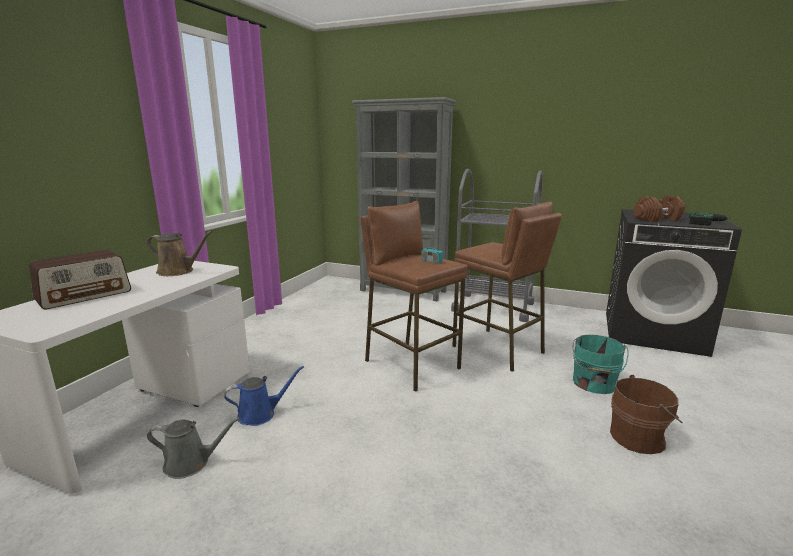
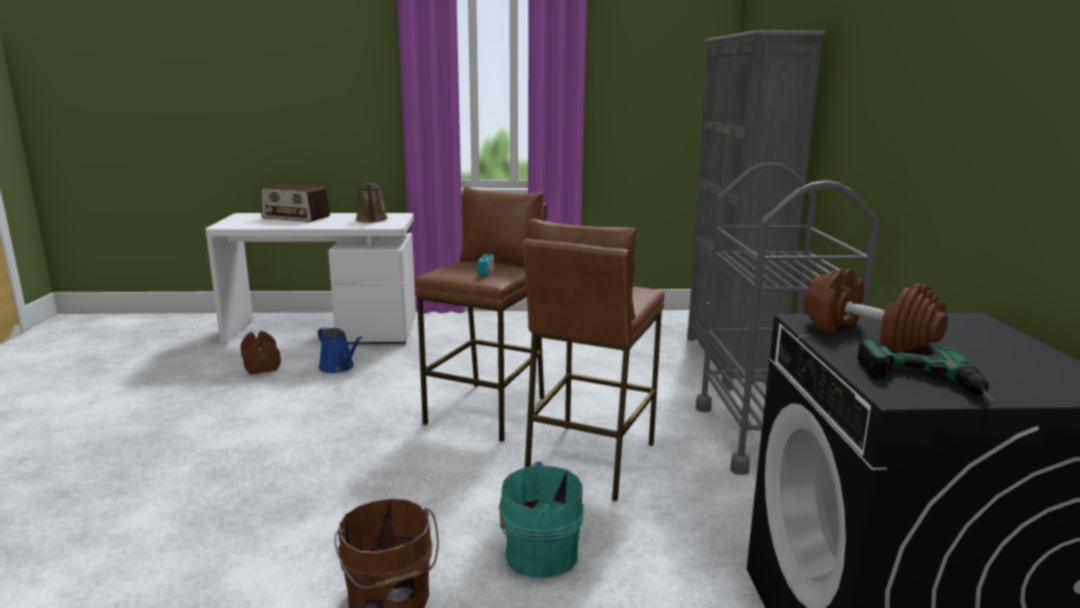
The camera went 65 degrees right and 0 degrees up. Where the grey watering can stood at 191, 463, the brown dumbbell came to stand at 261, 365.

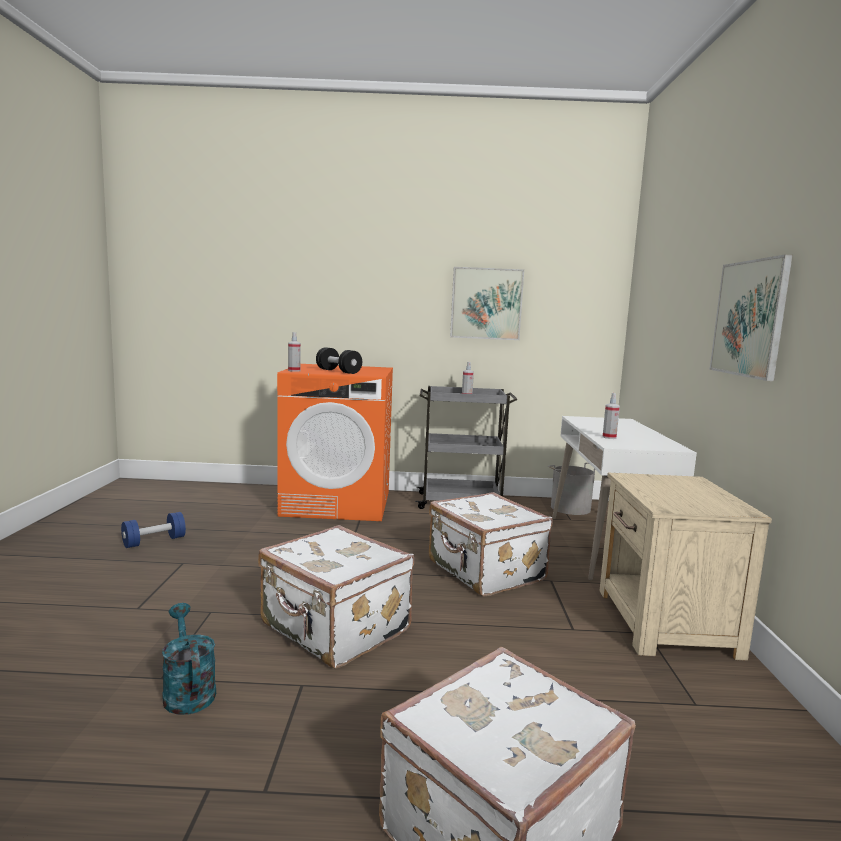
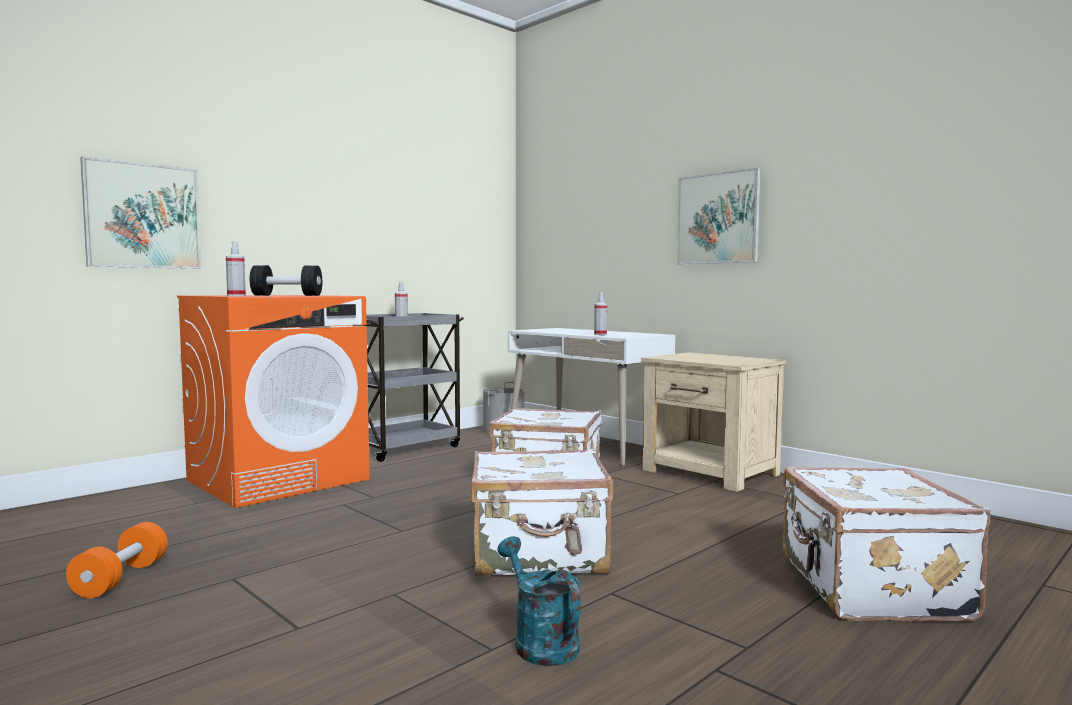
The camera went 45 degrees left and 5 degrees down. What was the blue dumbbell at 154, 541 turned into the orange dumbbell at 121, 578. The picture ended up elsewhere, having gone from 486, 303 to 143, 216. The turquoise watering can at 187, 691 ended up facing another way, 45 degrees clockwise from before.

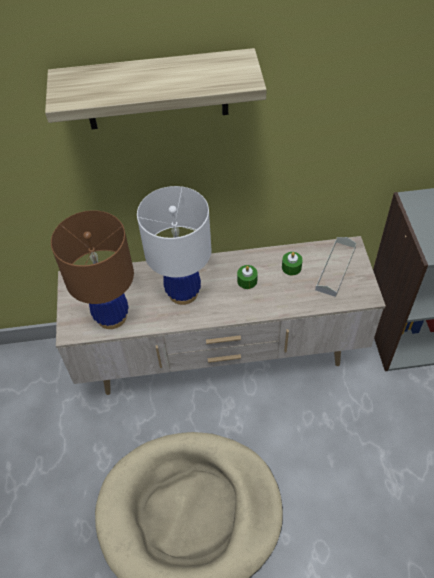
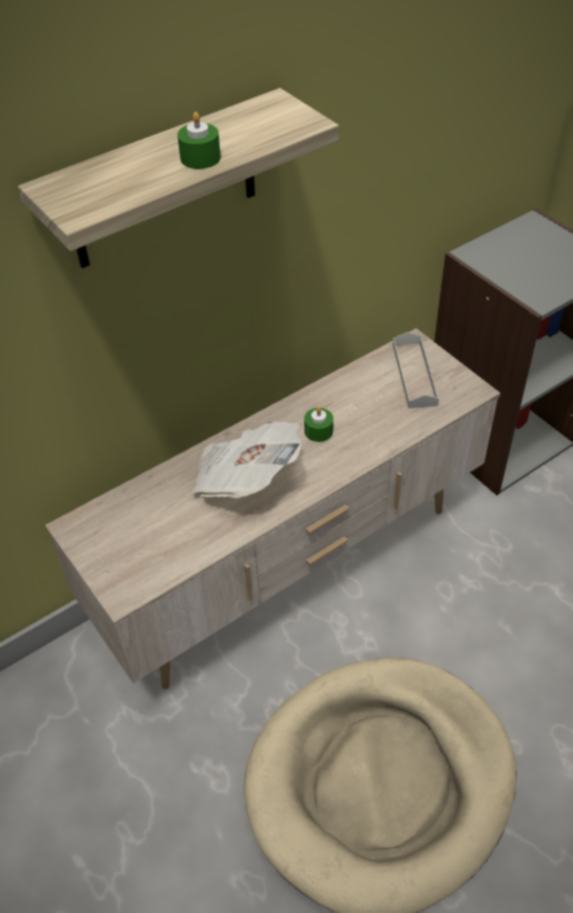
The camera went 30 degrees left and 5 degrees down. The green candle ended up elsewhere, having gone from 291, 267 to 200, 158. Where the white table lamp stood at 183, 292, the newspaper came to stand at 245, 478. The second view lost the brown table lamp at 112, 316.

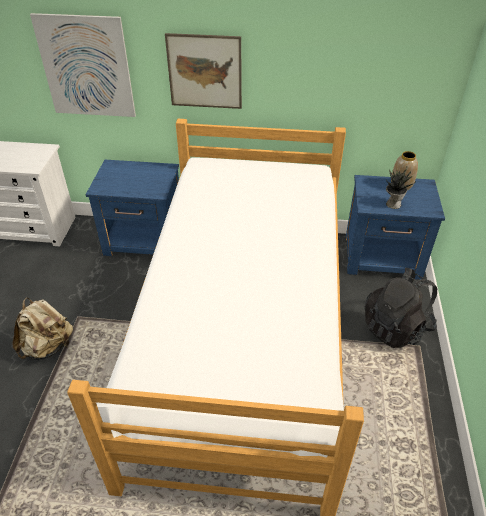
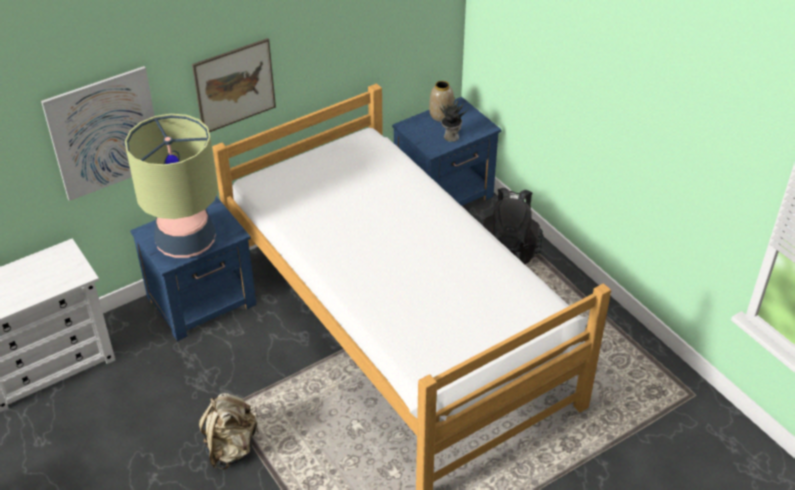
The camera went 40 degrees left and 0 degrees up. The second view gained the table lamp at 186, 241.

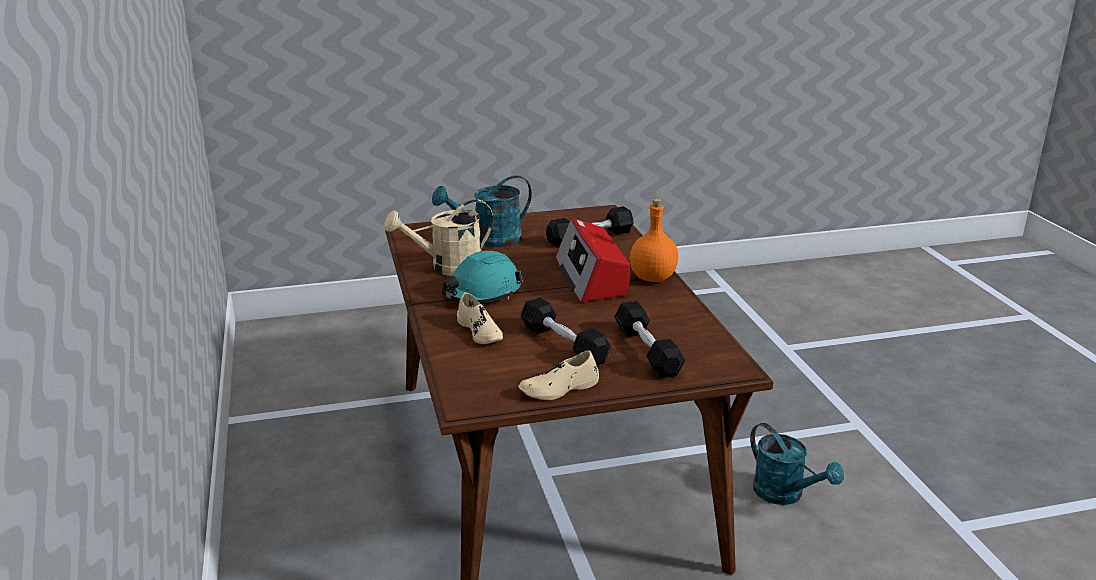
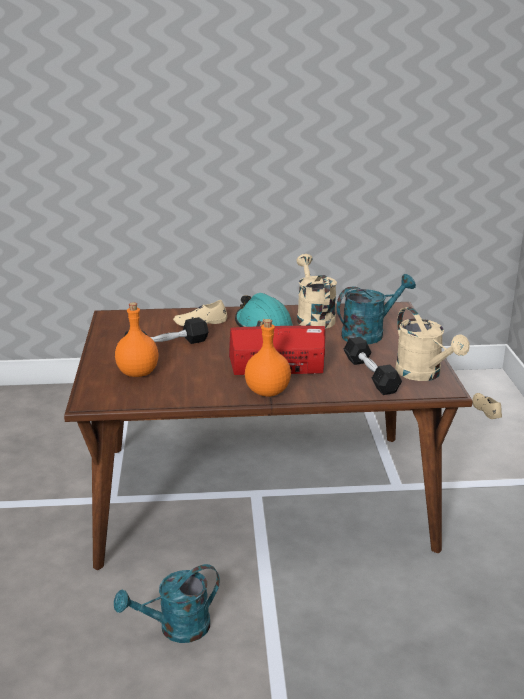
The camera went 100 degrees right and 0 degrees up. Where the black dumbbell stood at 647, 351, the orange bottle came to stand at 138, 372. The turquoise watering can at 489, 240 ended up facing another way, 75 degrees clockwise from before. The second view gained the beige watering can at 424, 374. The beige shoe ended up elsewhere, having gone from 559, 388 to 486, 409.

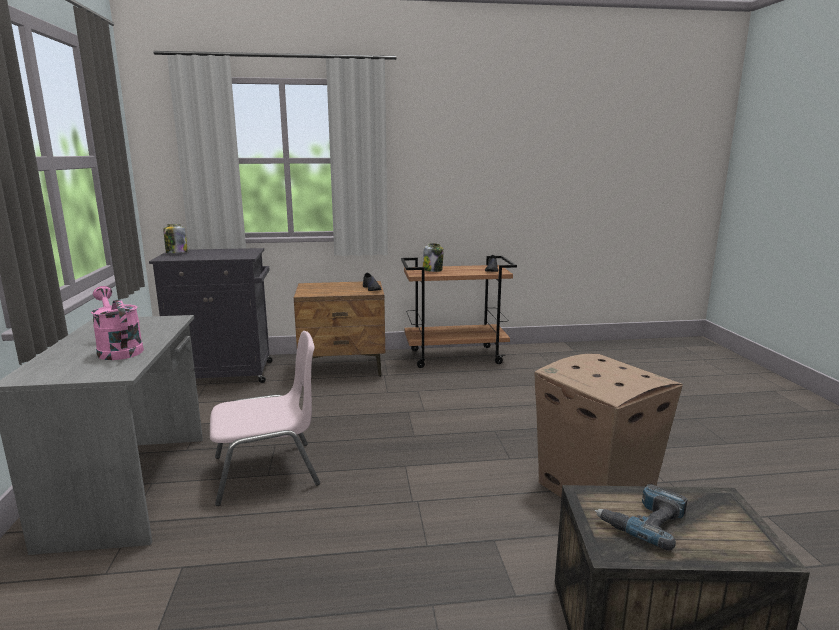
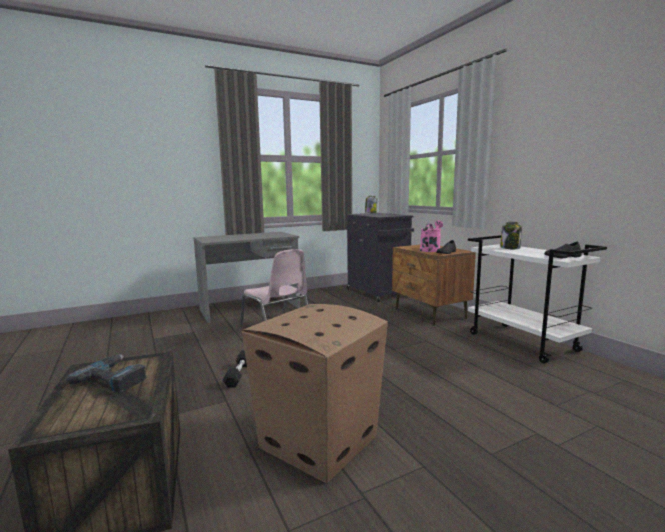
The camera went 70 degrees right and 5 degrees down. The second view gained the black dumbbell at 239, 374. The pink watering can ended up elsewhere, having gone from 118, 350 to 431, 249. What was the brown cart at 456, 356 turned into the white cart at 523, 342.

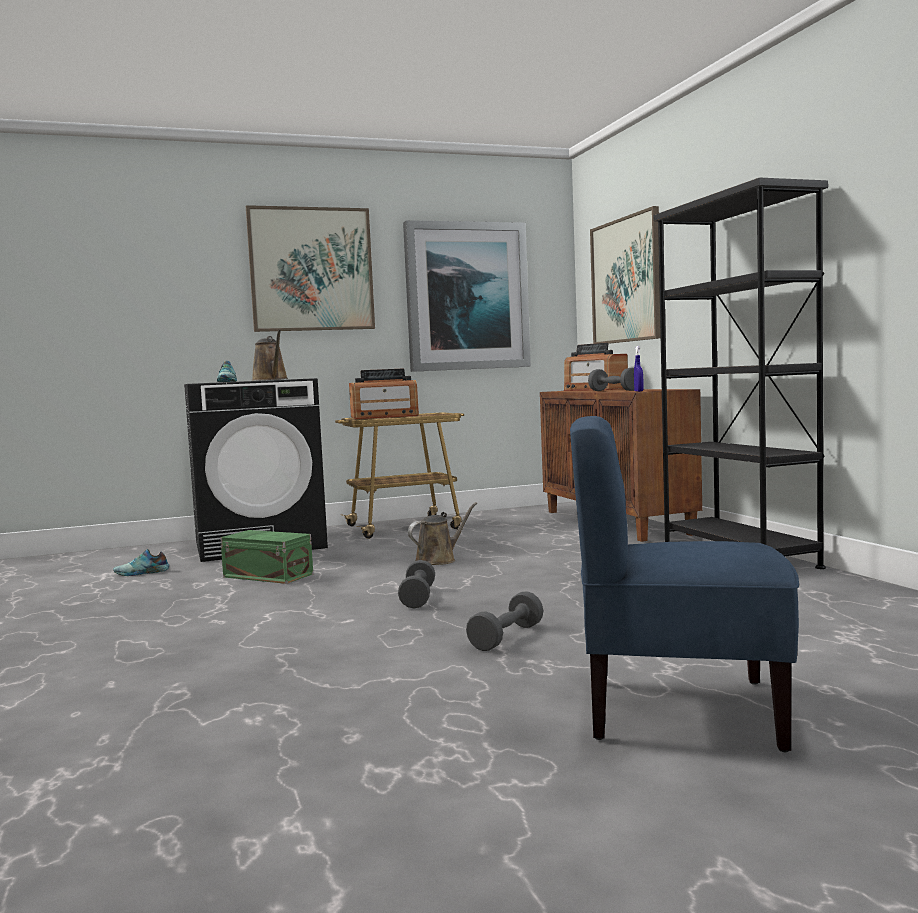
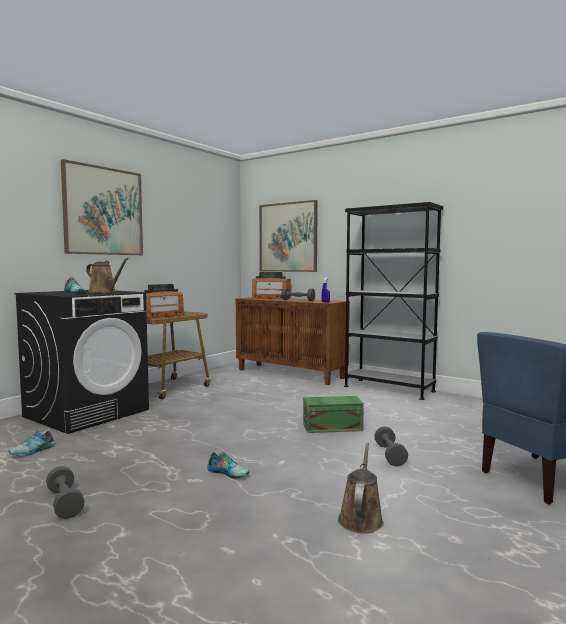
The camera went 35 degrees left and 0 degrees up. The grey dumbbell ended up elsewhere, having gone from 418, 598 to 64, 503. The second view gained the shoe at 228, 472. The green storage box ended up elsewhere, having gone from 268, 575 to 331, 427. The brown watering can ended up elsewhere, having gone from 439, 560 to 361, 518. The second view lost the picture at 466, 296.

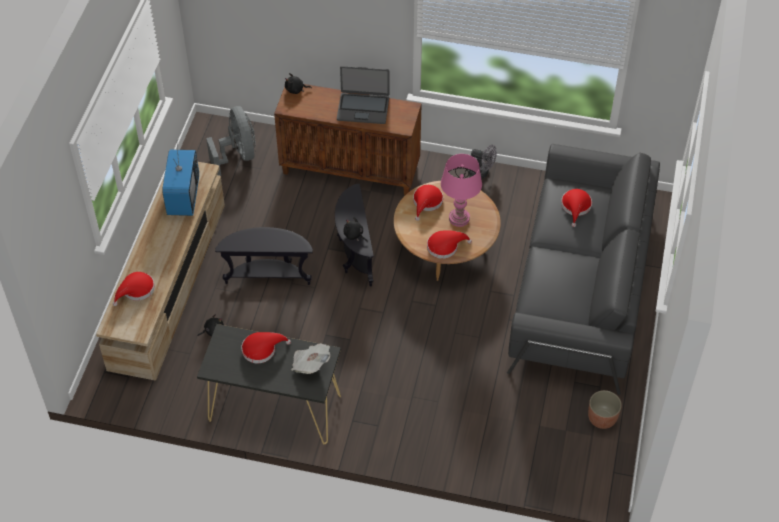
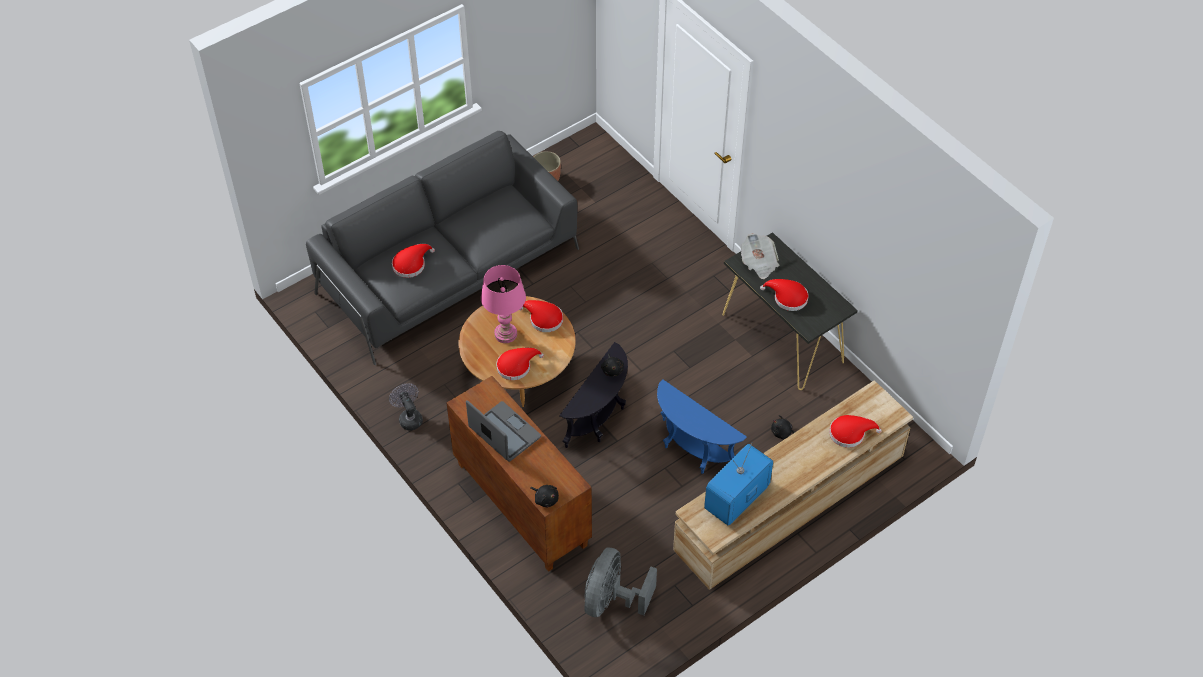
The camera went 140 degrees left and 0 degrees up. What was the black side table at 268, 275 turned into the blue side table at 692, 451.

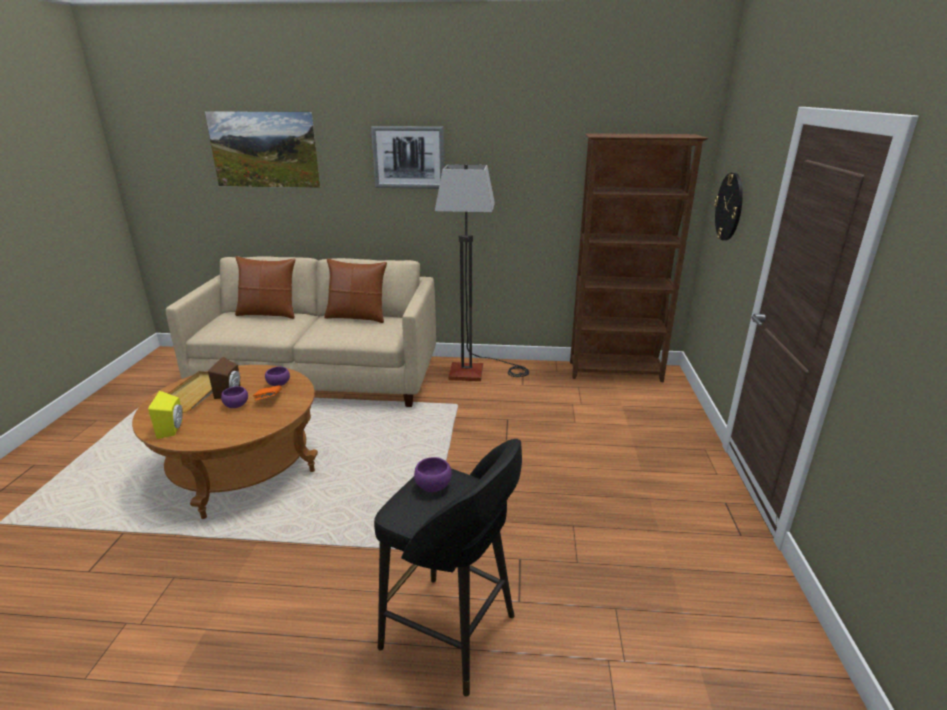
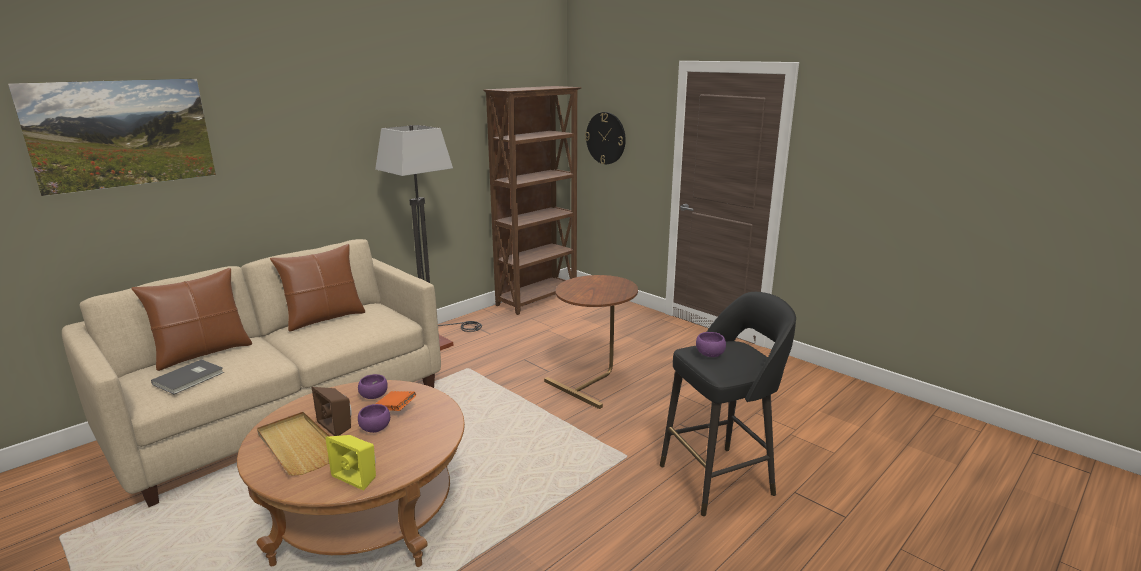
The camera went 50 degrees left and 5 degrees down. The second view gained the grey book at 190, 378. The second view gained the brown side table at 594, 382. The second view lost the picture at 408, 157.

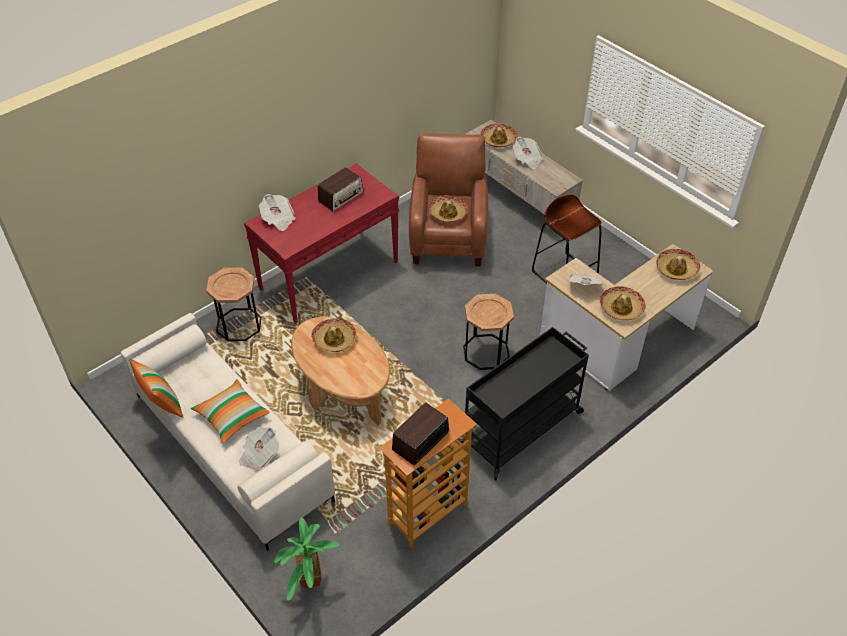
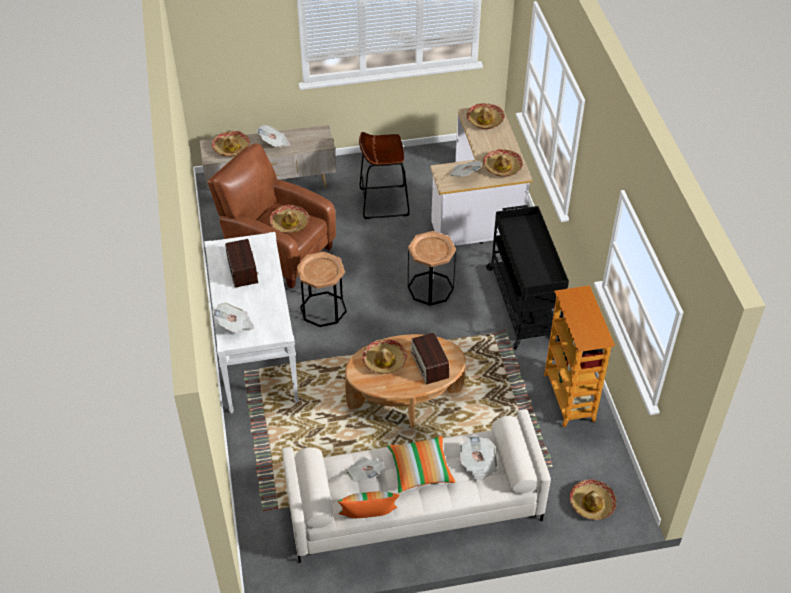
The camera went 60 degrees left and 0 degrees up. What was the red console table at 329, 275 turned into the white console table at 256, 353. The brown side table ended up elsewhere, having gone from 239, 325 to 323, 309. The second view gained the newspaper at 365, 474. The radio ended up elsewhere, having gone from 420, 441 to 429, 365. Where the potted plant stood at 309, 584, the hat came to stand at 591, 503.

